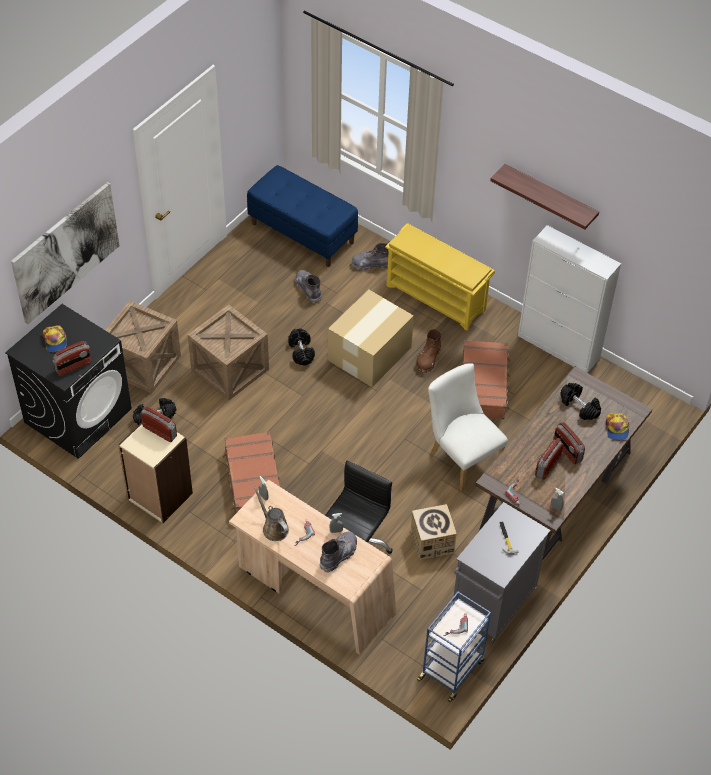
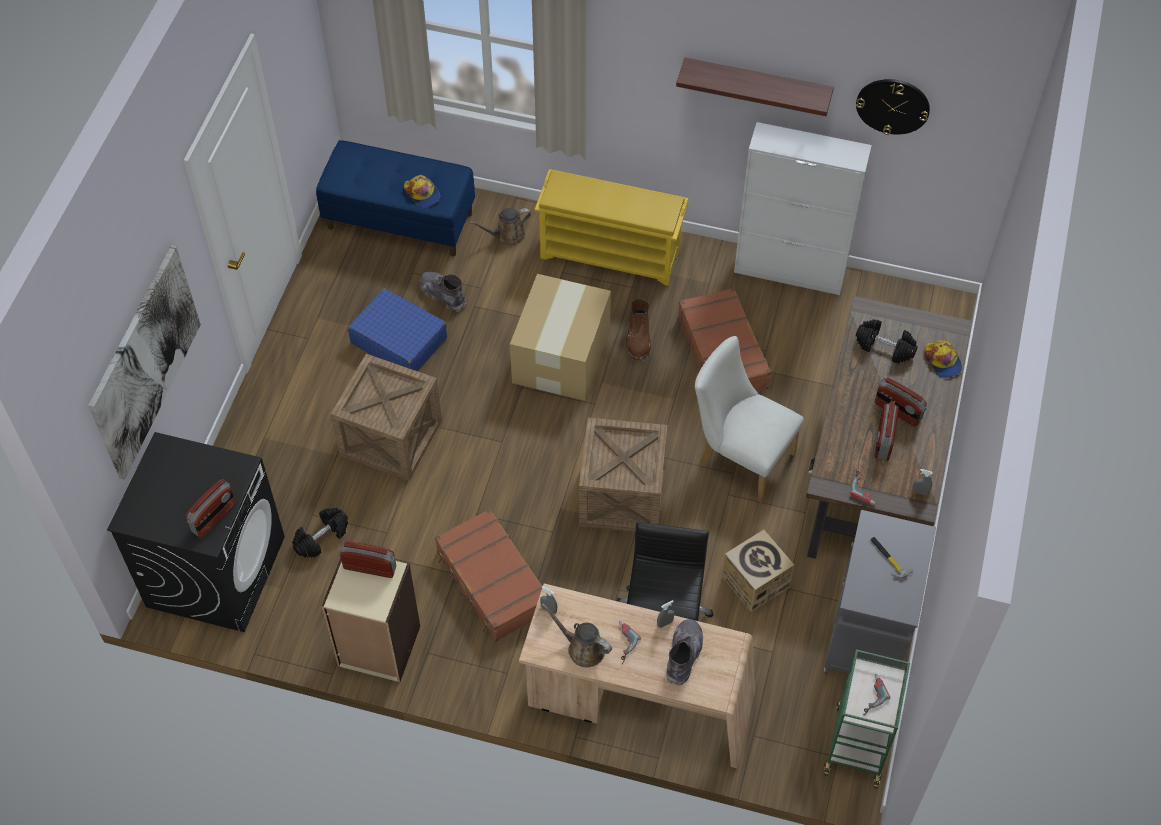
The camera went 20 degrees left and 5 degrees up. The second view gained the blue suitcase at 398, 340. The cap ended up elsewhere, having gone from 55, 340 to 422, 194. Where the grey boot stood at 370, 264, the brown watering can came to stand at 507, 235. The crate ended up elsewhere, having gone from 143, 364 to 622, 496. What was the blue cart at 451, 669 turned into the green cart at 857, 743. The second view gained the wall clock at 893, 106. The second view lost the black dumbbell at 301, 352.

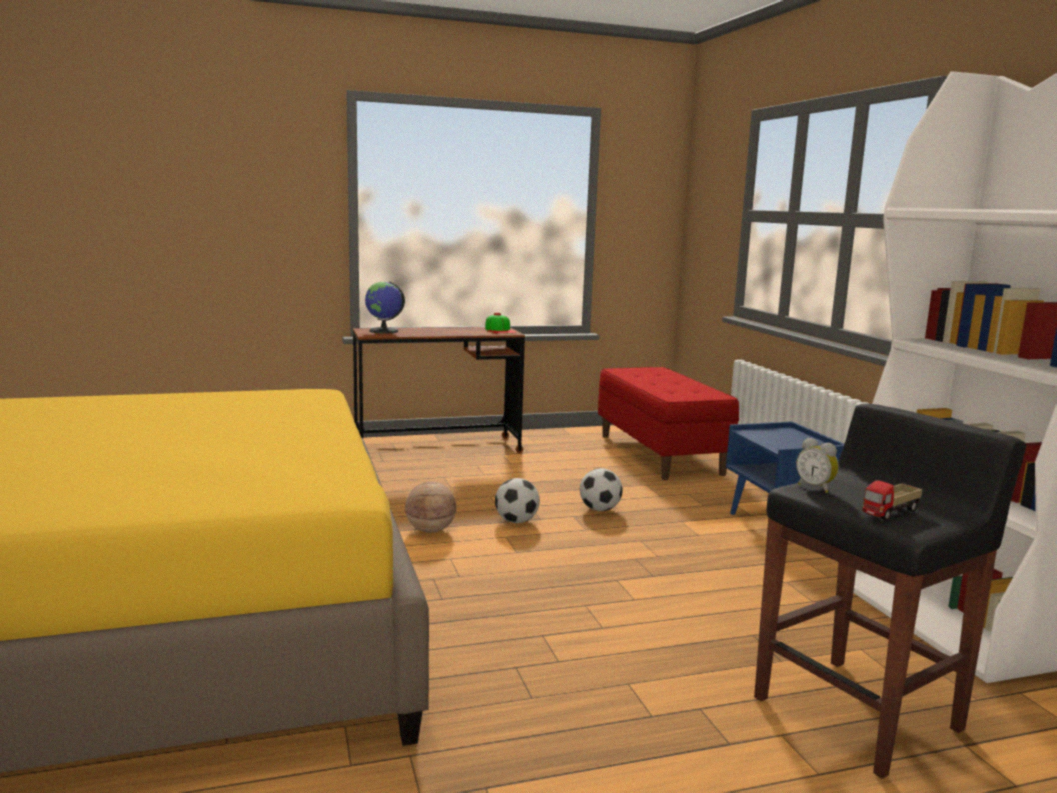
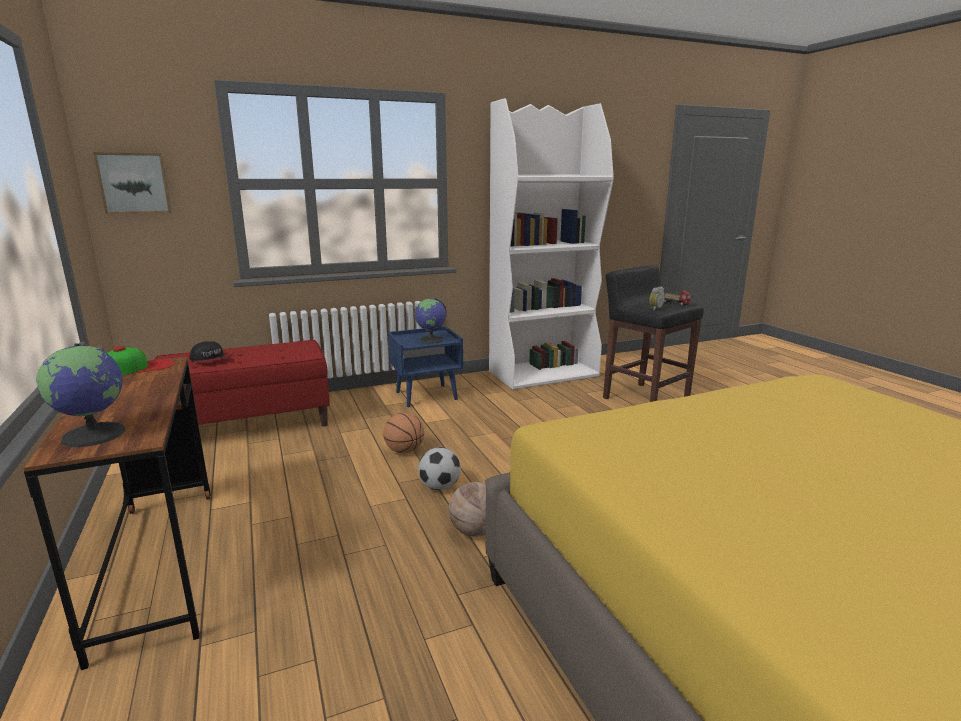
The camera went 95 degrees left and 5 degrees up. The second view gained the picture at 134, 183. The second view gained the cap at 210, 359. Where the football stood at 599, 509, the basketball came to stand at 404, 451. The second view gained the globe at 431, 340.

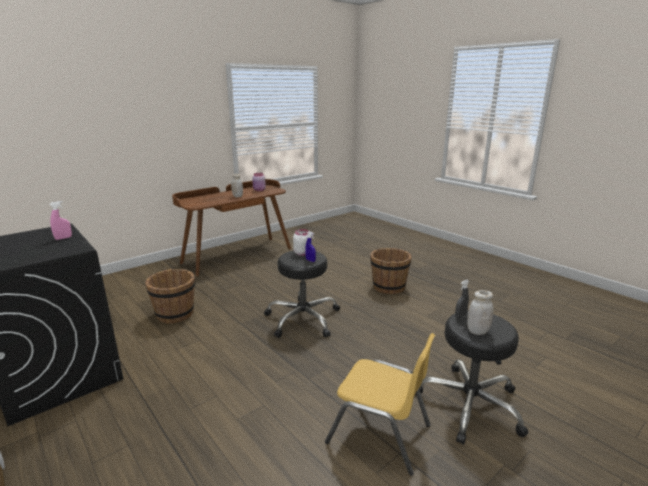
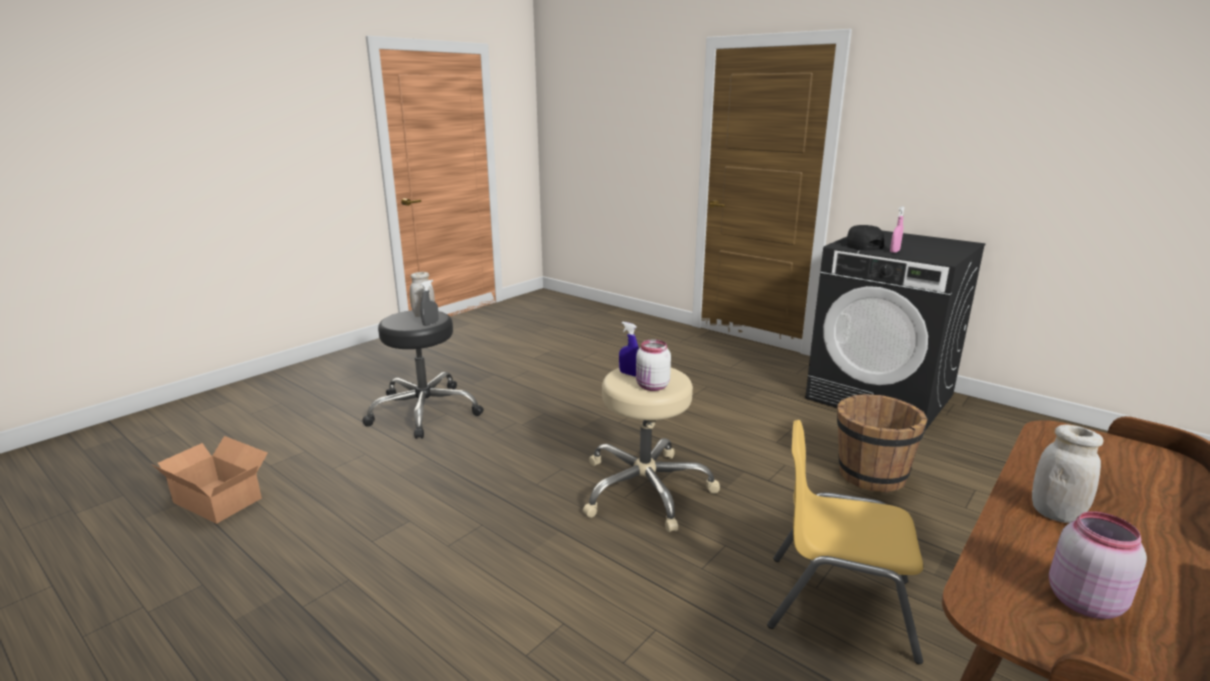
The camera went 170 degrees right and 0 degrees up. The second view gained the cardboard box at 219, 498. What was the black stool at 303, 319 turned into the beige stool at 645, 489. The yellow chair ended up elsewhere, having gone from 379, 434 to 839, 604. The second view gained the black cap at 860, 245. The second view lost the brown bucket at 388, 287.

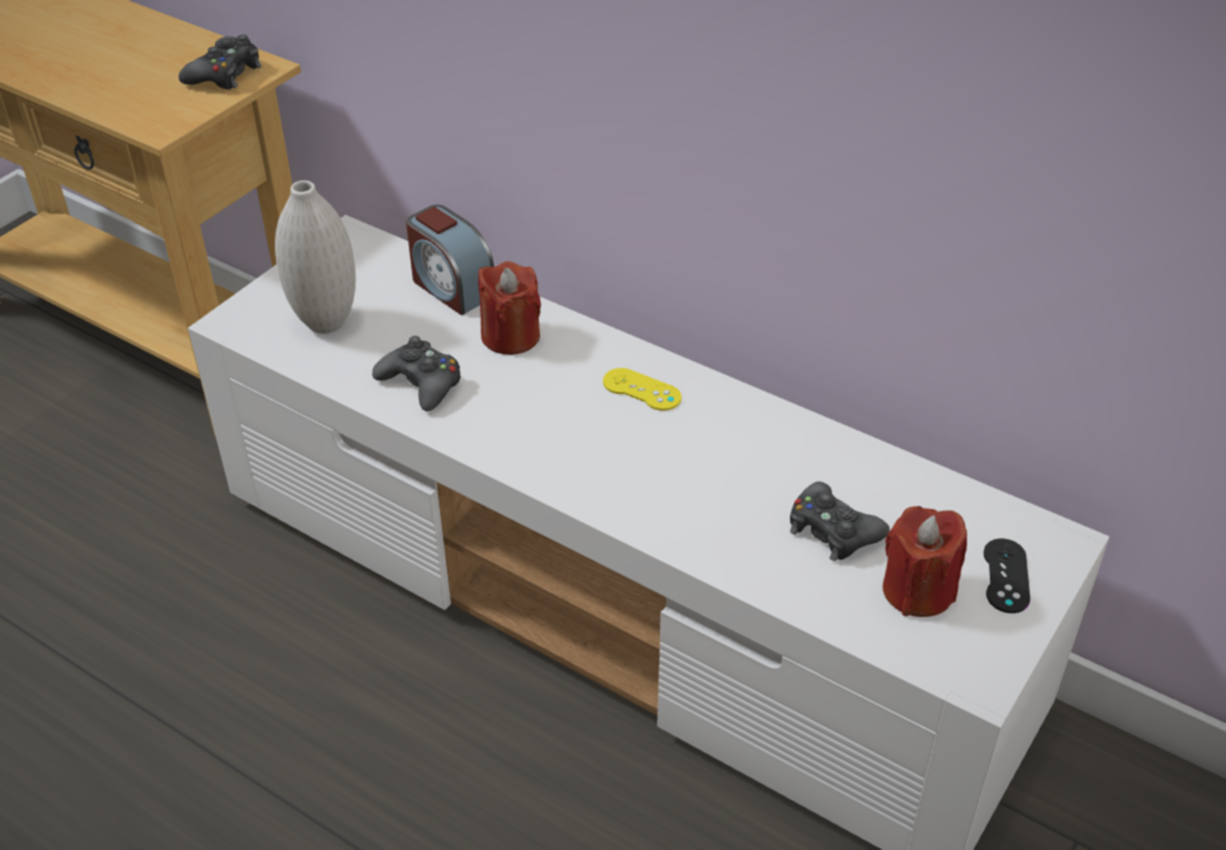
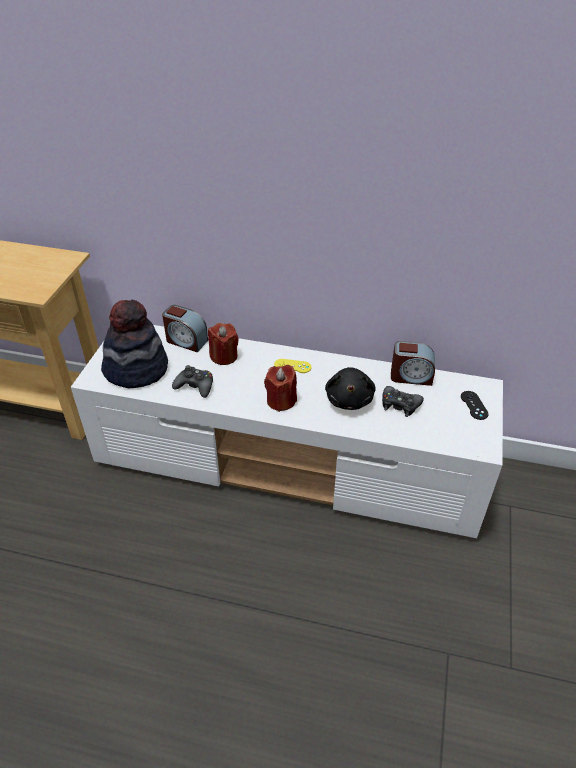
The camera went 20 degrees left and 0 degrees up. Where the white vase stood at 326, 323, the hat came to stand at 136, 369. The red candle ended up elsewhere, having gone from 918, 591 to 281, 401. The second view gained the black plush toy at 349, 399. The second view gained the alarm clock at 411, 376. The second view lost the black game controller at 224, 74.

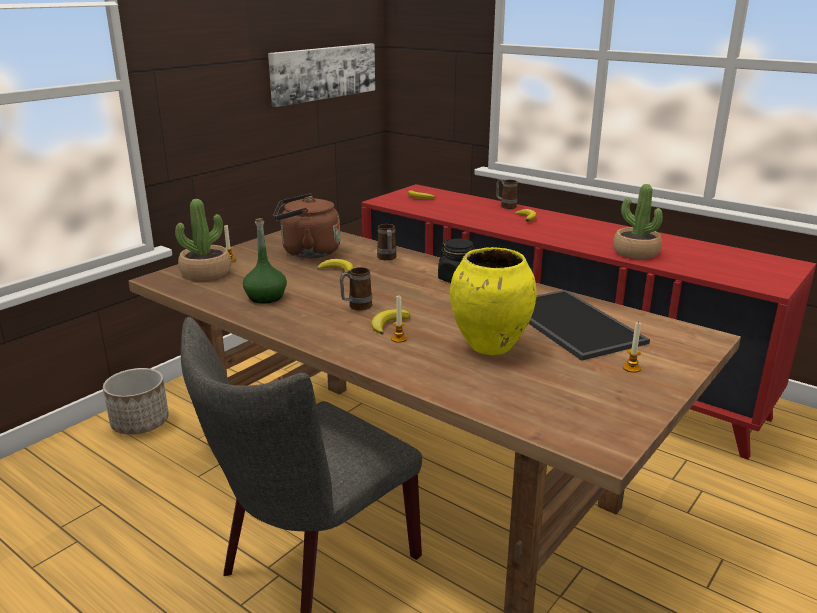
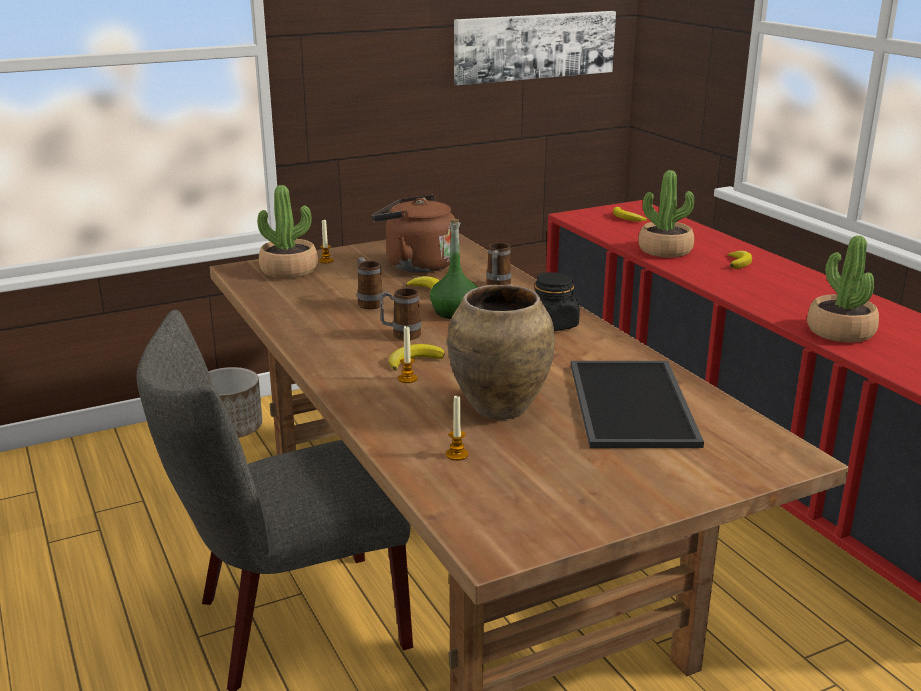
The camera went 25 degrees right and 0 degrees up. The mug ended up elsewhere, having gone from 505, 206 to 368, 303. The green bottle ended up elsewhere, having gone from 265, 297 to 454, 312. The candle ended up elsewhere, having gone from 631, 368 to 457, 455. What was the yellow vase at 491, 346 turned into the brown vase at 500, 409. The second view gained the potted plant at 665, 250.

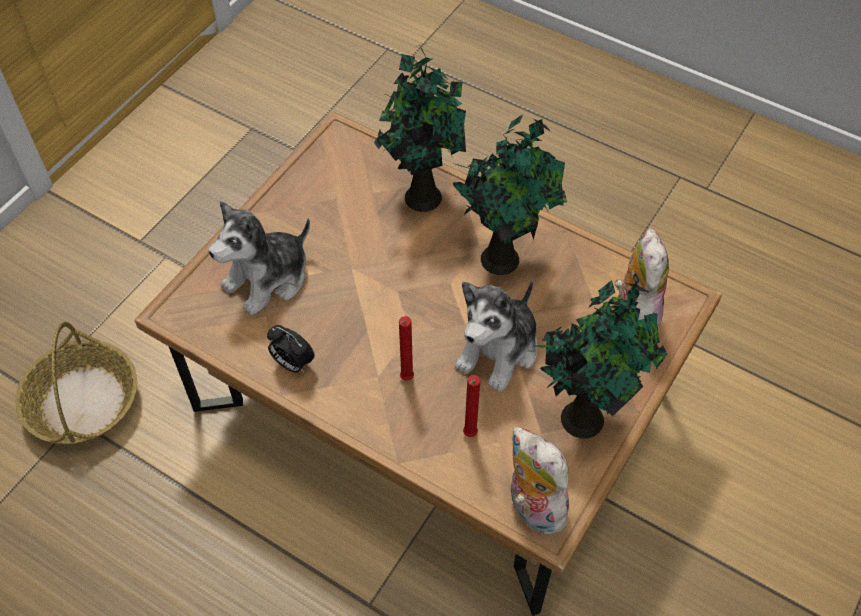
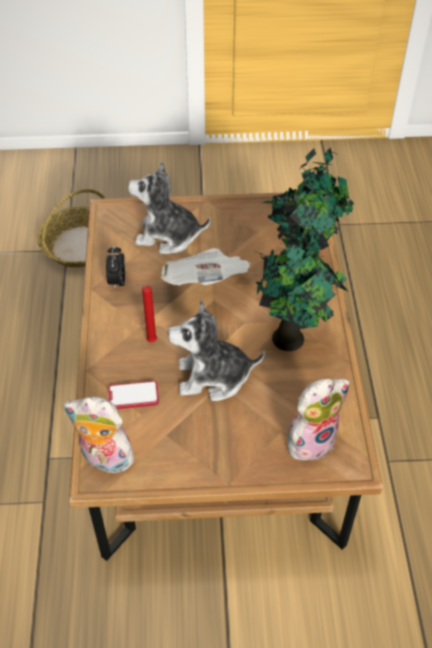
The camera went 55 degrees right and 5 degrees down. The plush toy at 532, 507 ended up facing another way, 90 degrees counterclockwise from before. Where the red candle stood at 469, 435, the phone came to stand at 133, 396. The second view gained the newspaper at 205, 283. The second view lost the potted plant at 584, 415.

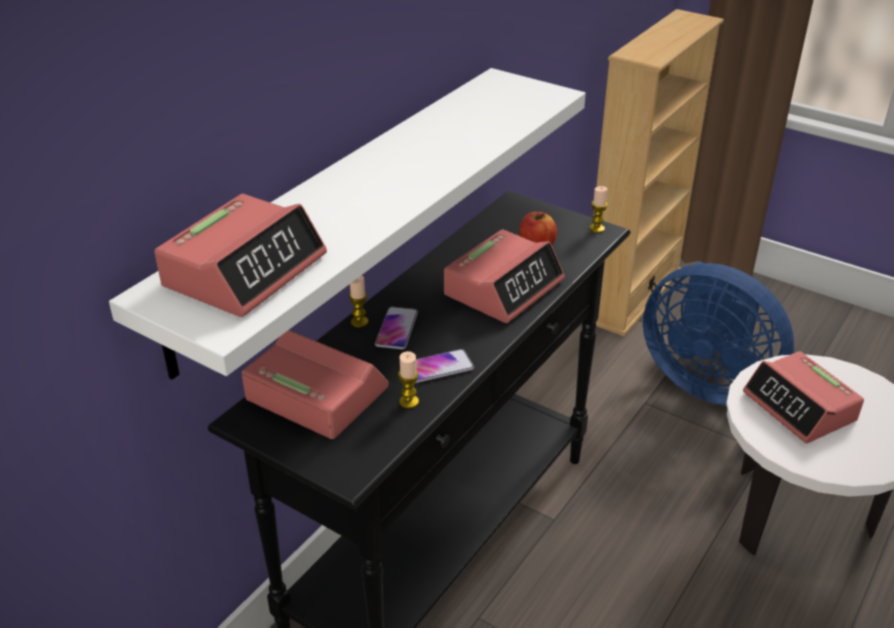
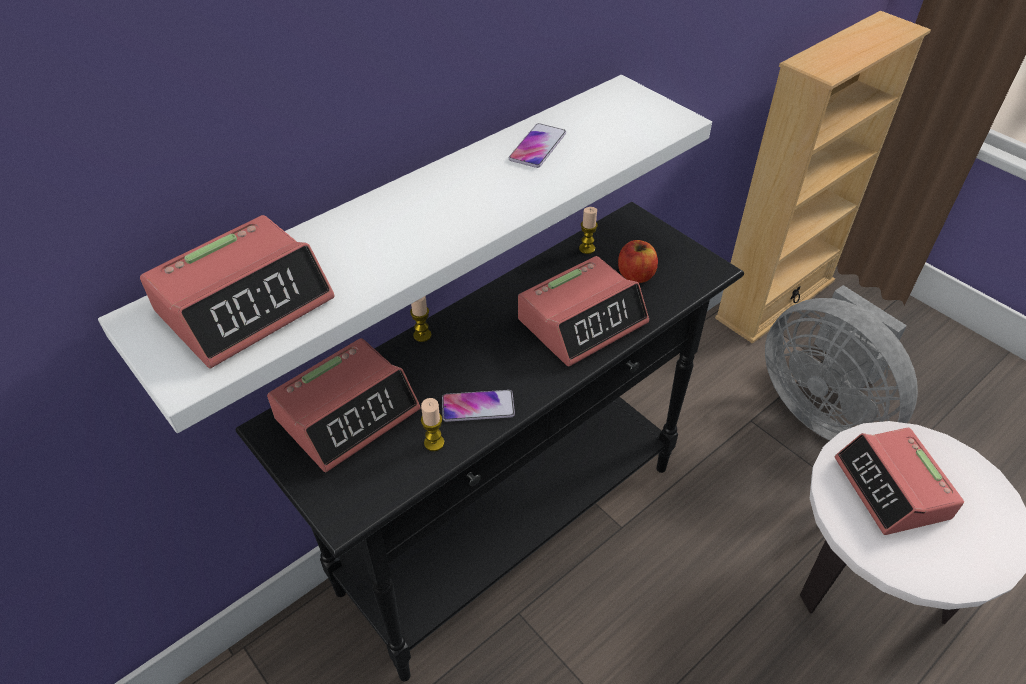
The camera went 15 degrees right and 10 degrees up. The alarm clock at 316, 394 ended up facing another way, 90 degrees clockwise from before. The phone ended up elsewhere, having gone from 396, 329 to 537, 147. The candle ended up elsewhere, having gone from 596, 228 to 587, 248. What was the blue fan at 707, 381 turned into the grey fan at 822, 409.

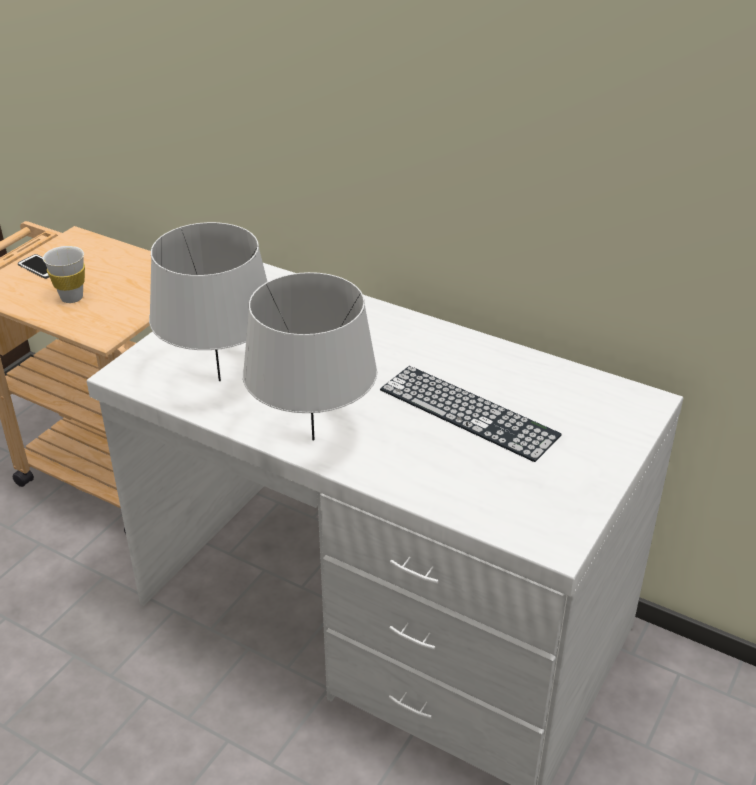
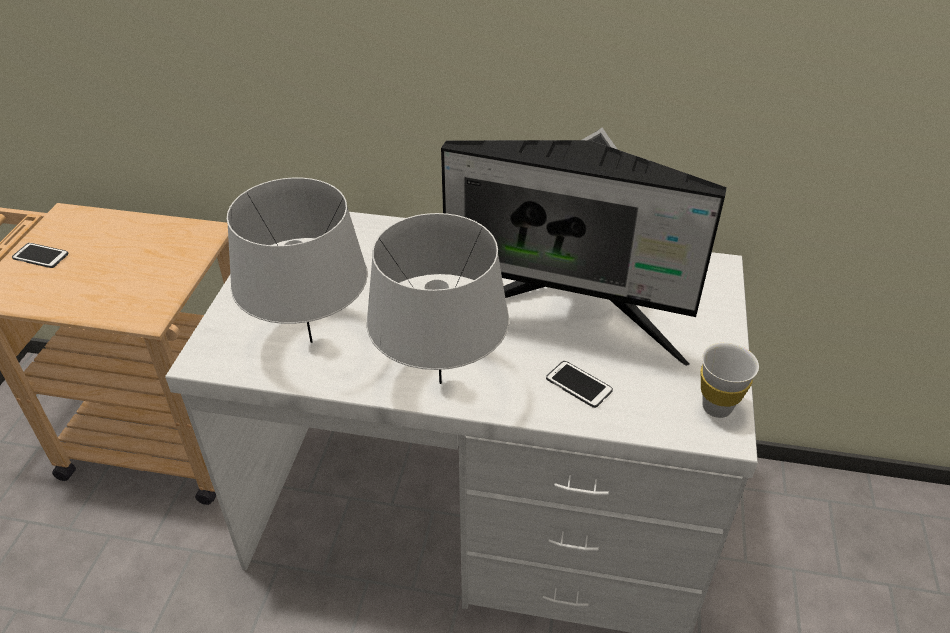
The camera went 20 degrees left and 5 degrees up. Where the keyboard stood at 468, 412, the monitor came to stand at 570, 316. The second view gained the phone at 578, 385. The white cup ended up elsewhere, having gone from 72, 297 to 717, 407.

